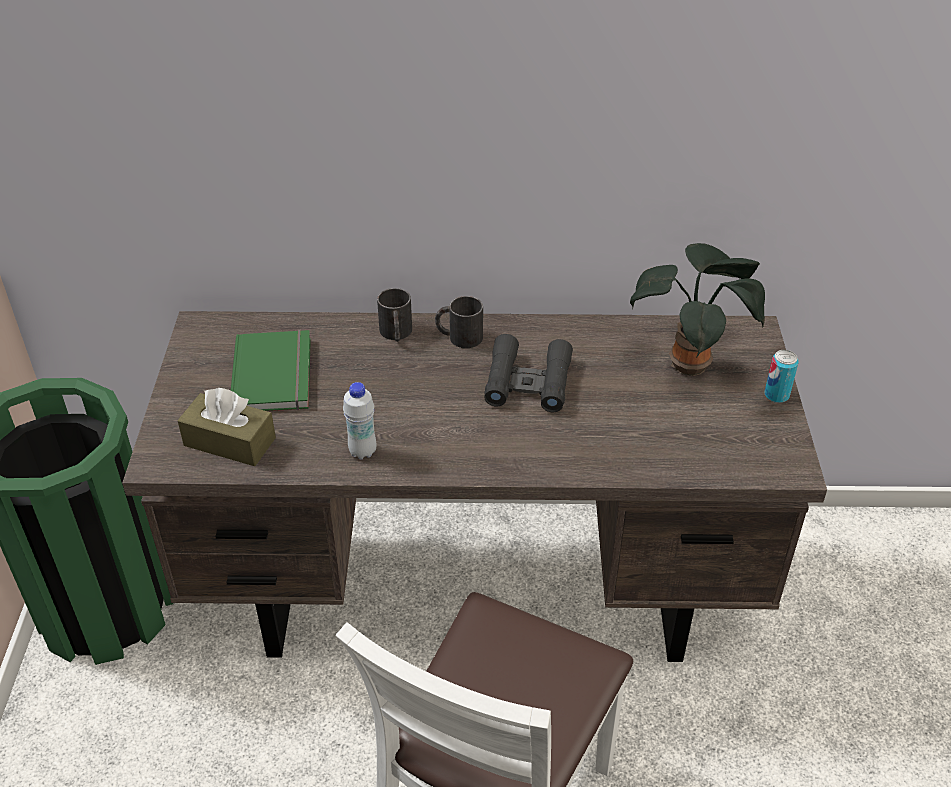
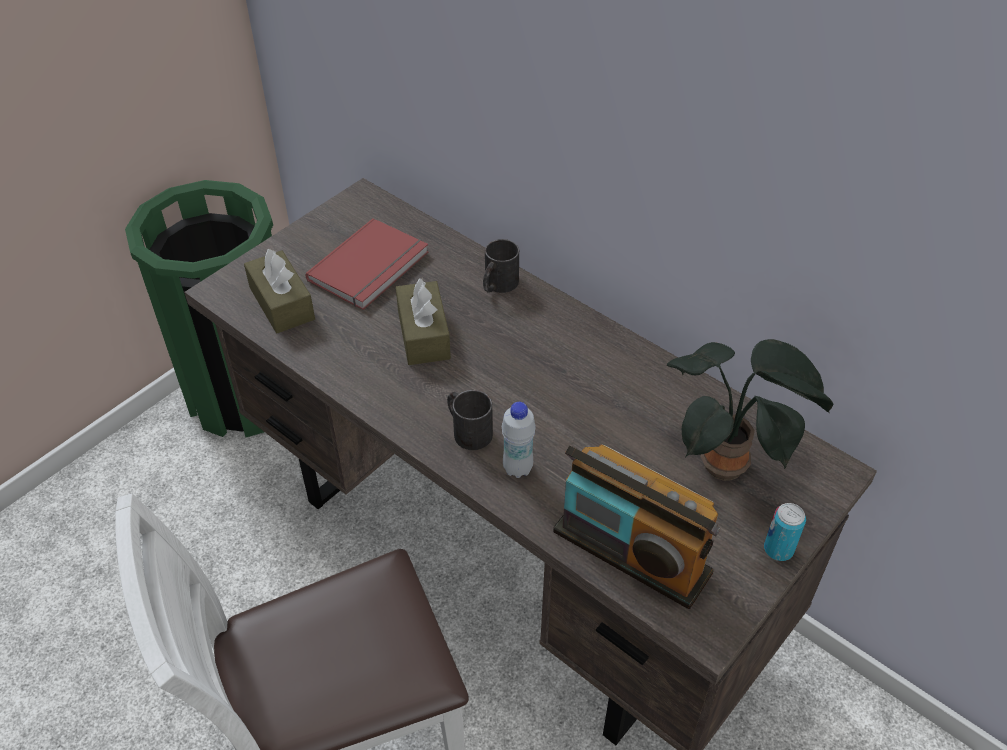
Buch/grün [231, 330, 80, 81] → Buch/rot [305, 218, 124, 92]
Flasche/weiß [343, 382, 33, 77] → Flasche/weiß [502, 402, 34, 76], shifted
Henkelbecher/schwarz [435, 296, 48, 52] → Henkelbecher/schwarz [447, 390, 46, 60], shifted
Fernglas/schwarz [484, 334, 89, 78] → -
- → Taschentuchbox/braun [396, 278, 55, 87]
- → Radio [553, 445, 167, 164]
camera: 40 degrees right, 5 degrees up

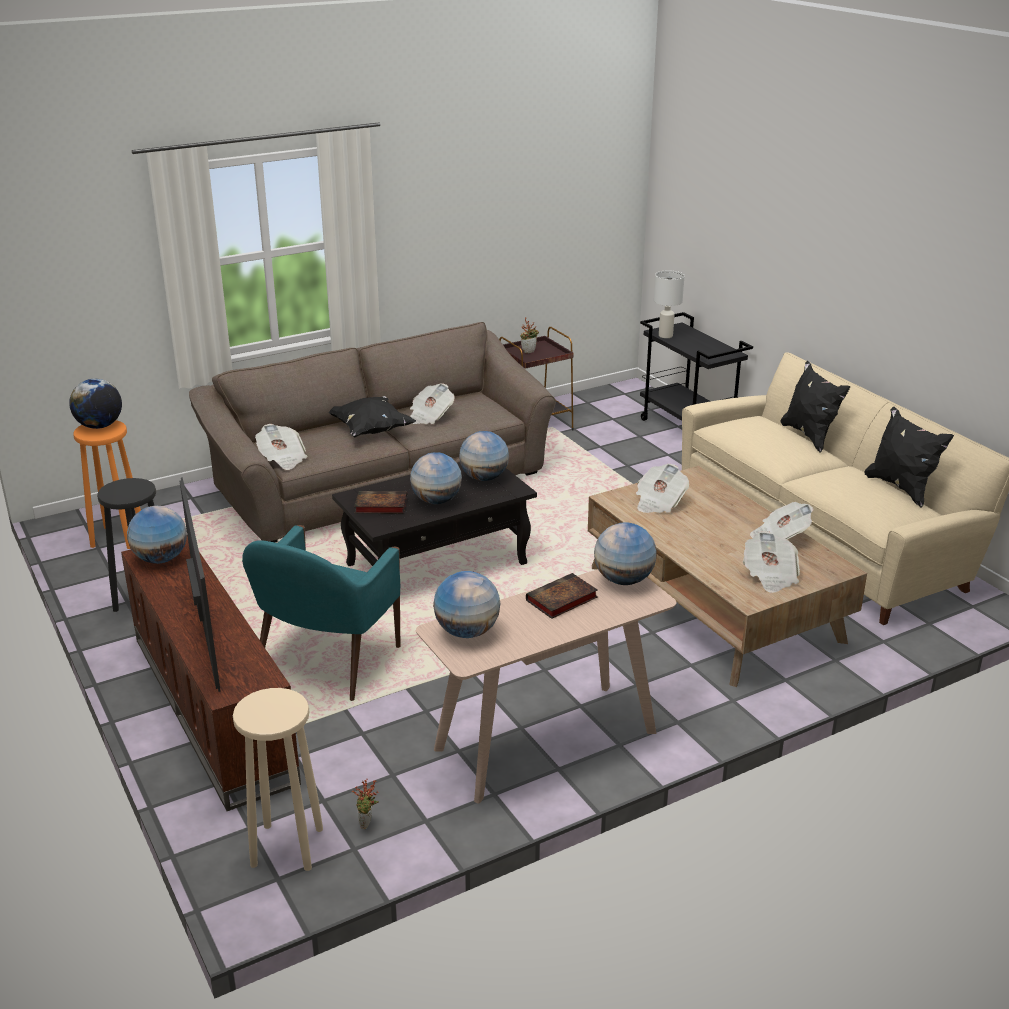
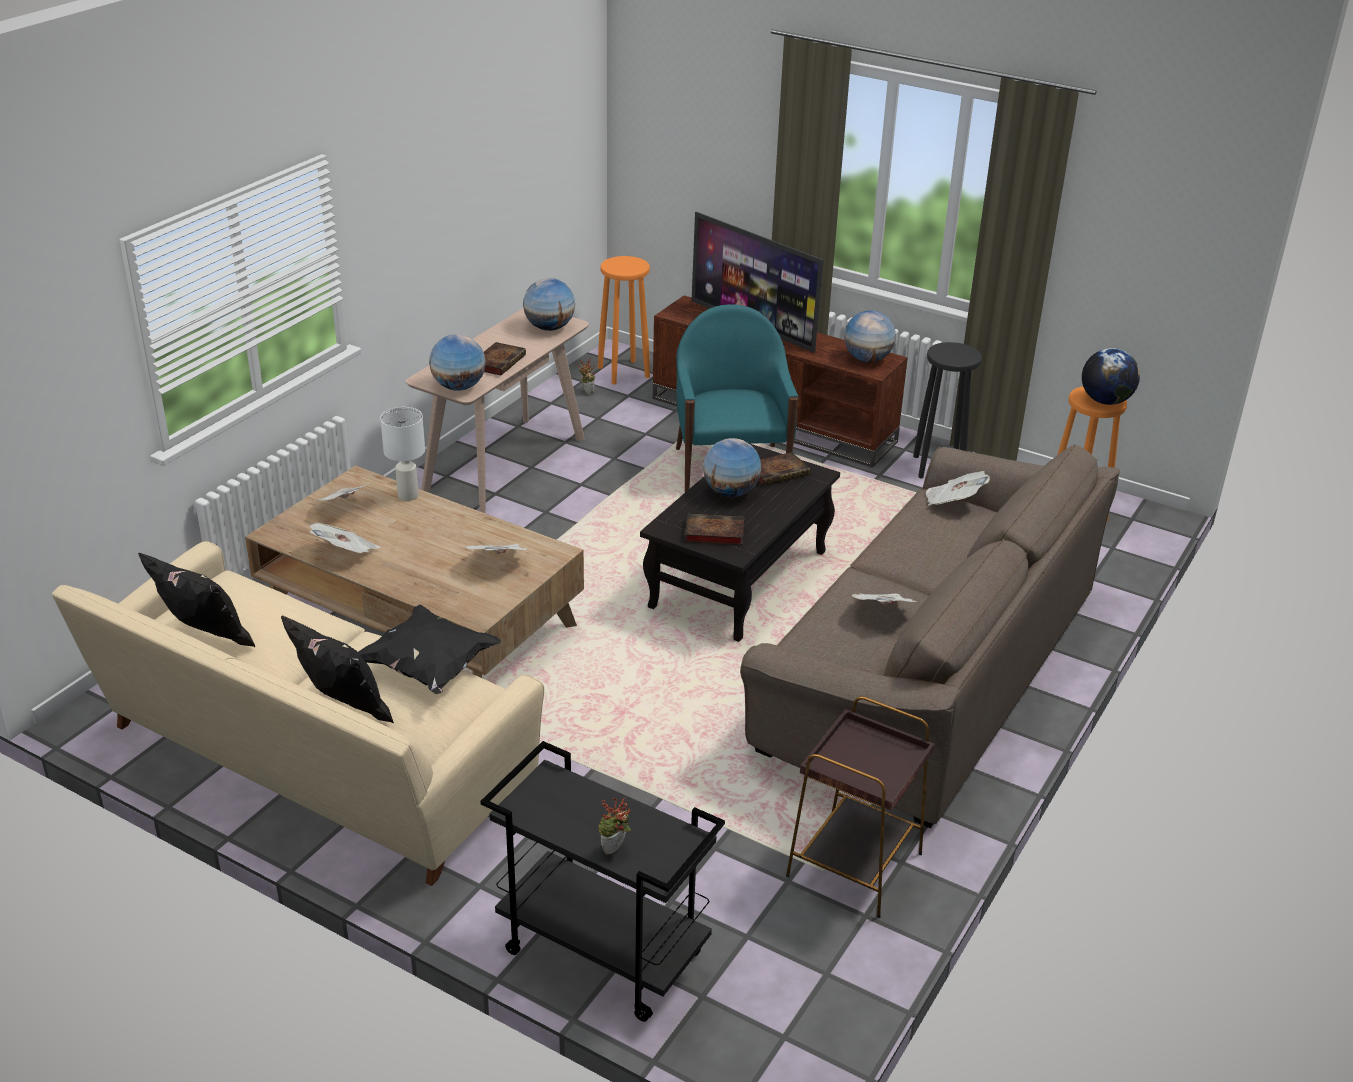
Hocker/beige [233, 688, 90, 183] → Hocker/orange [598, 256, 52, 129]
Kissen/schwarz [329, 396, 87, 41] → Kissen/schwarz [358, 604, 143, 90], shifted
Globus [459, 431, 50, 50] → Buch [685, 514, 60, 31]
Topfpflanze [520, 317, 19, 36] → Topfpflanze [598, 797, 33, 58], shifted
Tischlampe/weiß [654, 270, 30, 68] → Tischlampe/weiß [380, 407, 45, 94], shifted
camera: 150 degrees right, 5 degrees up

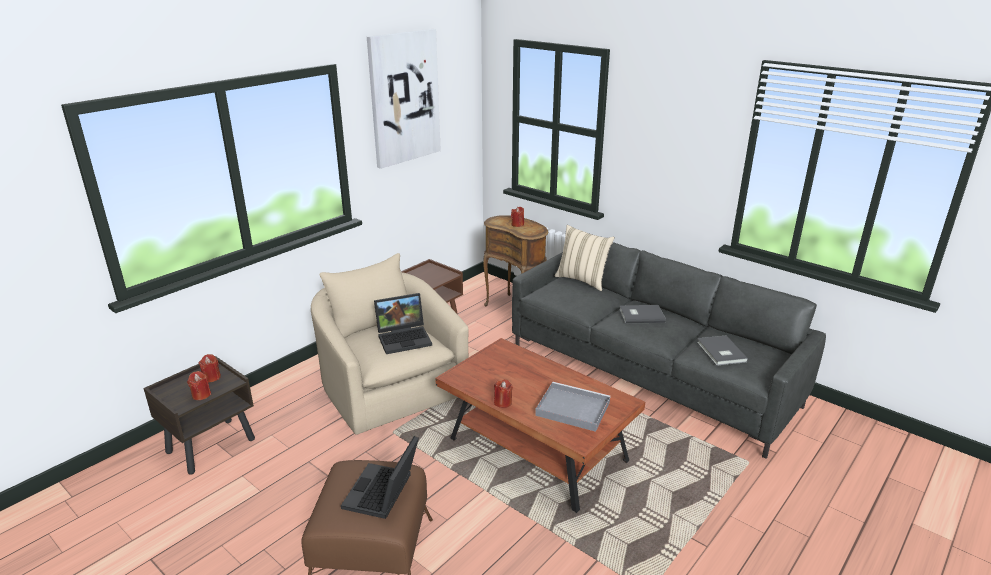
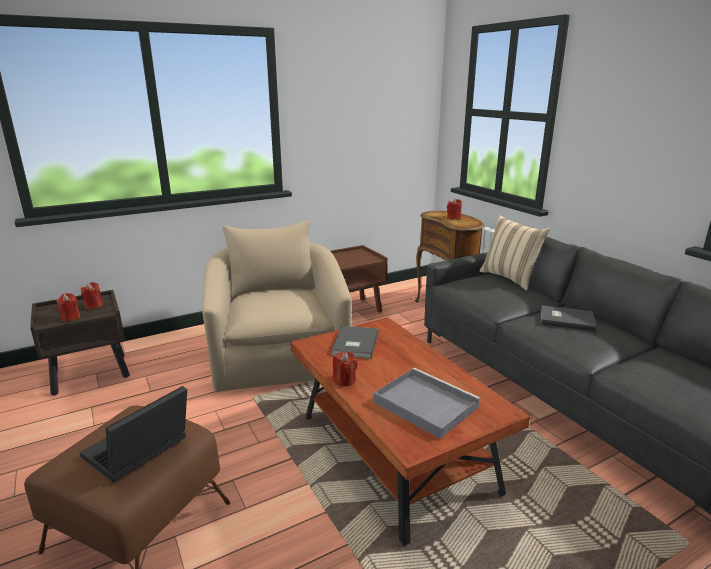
Bild [367, 29, 74, 140] → -
Laptop [374, 293, 58, 61] → -
Buch/grau [697, 335, 51, 31] → Buch/grau [331, 326, 48, 33], shifted
camera: 20 degrees right, 5 degrees down

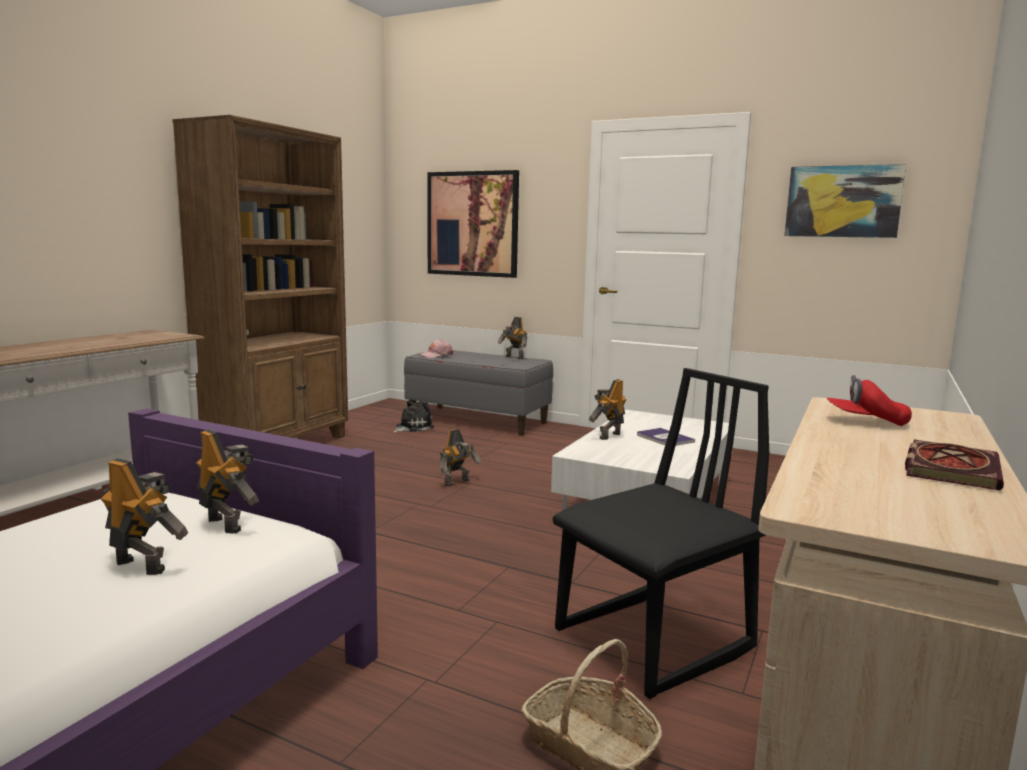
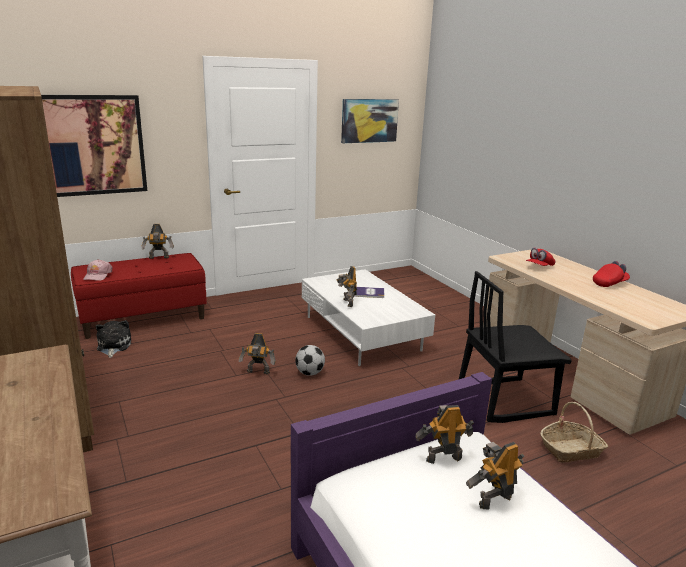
Bank/grau [404, 350, 149, 86] → Bank/rot [71, 253, 136, 86]
Spielzeugroboter [440, 429, 41, 57] → Spielzeugroboter [239, 333, 37, 41], 105 degrees clockwise
Stuhl/schwarz [553, 368, 216, 331] → Stuhl/schwarz [459, 271, 113, 152], 105 degrees counterclockwise
Buch [905, 440, 99, 50] → Kappe/rot [593, 261, 37, 26]
- → Fußball [295, 345, 30, 31]
camera: 55 degrees left, 10 degrees up

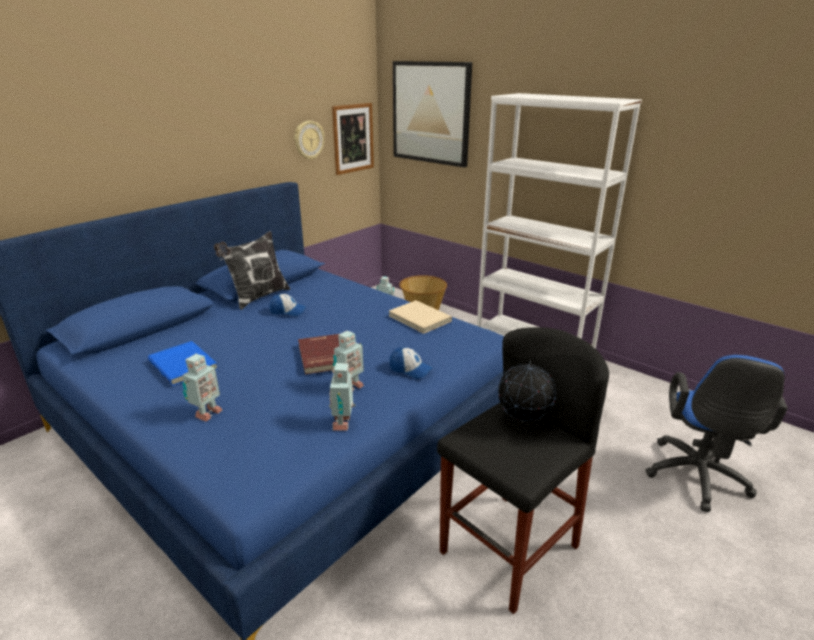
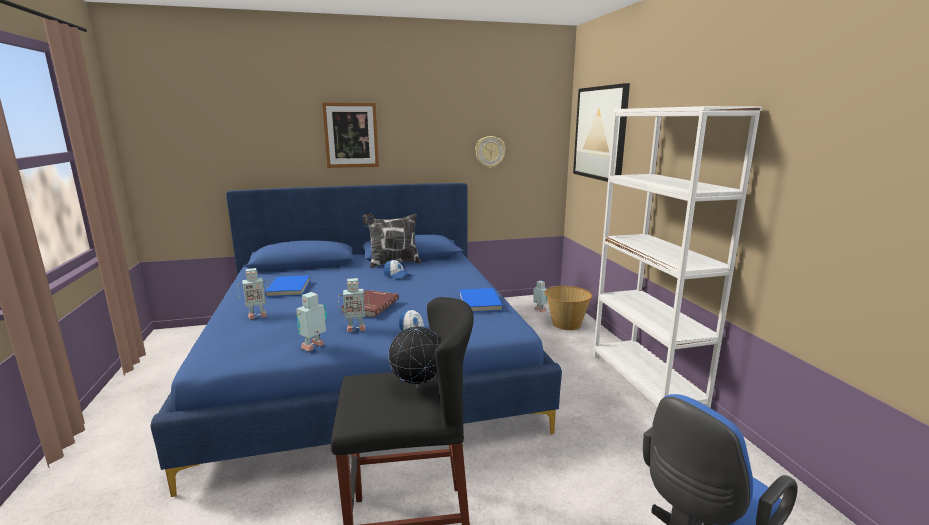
Bild [332, 103, 42, 72] → Bild [322, 102, 57, 66], shifted
Buch/beige [389, 300, 63, 34] → Buch/blau [459, 288, 44, 24]
camera: 35 degrees right, 10 degrees down

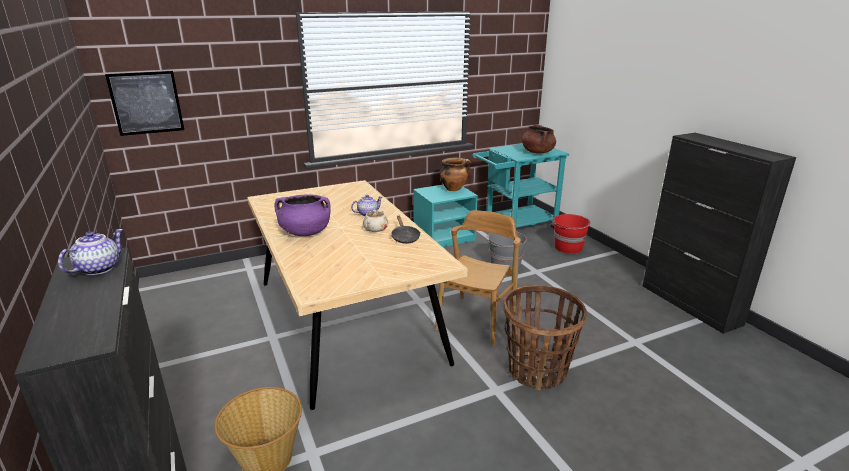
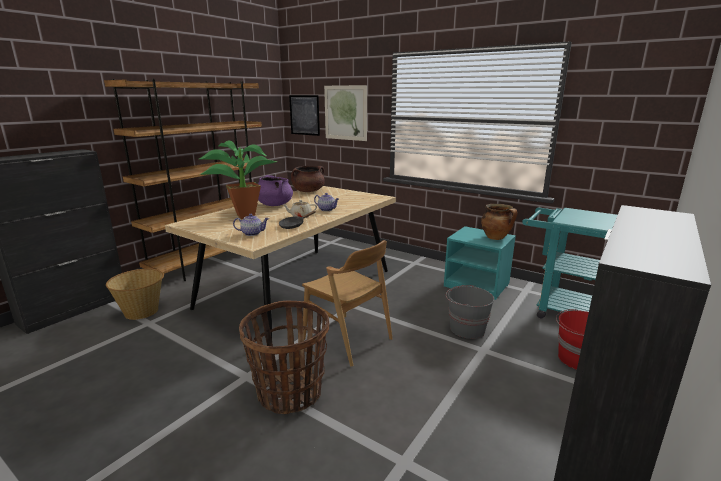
Teekanne [58, 229, 65, 46] → Teekanne [233, 214, 36, 22], shifted
Stuhl/braun [435, 210, 86, 136] → Stuhl/braun [302, 240, 90, 127], 45 degrees clockwise
Kochtopf/braun [522, 124, 34, 30] → Kochtopf/braun [291, 166, 34, 26], shifted
- → Bücherregal/braun [104, 79, 158, 202]
- → Topfpflanze [199, 140, 79, 79]
- → Bild [324, 85, 43, 56]
camera: 60 degrees right, 5 degrees down

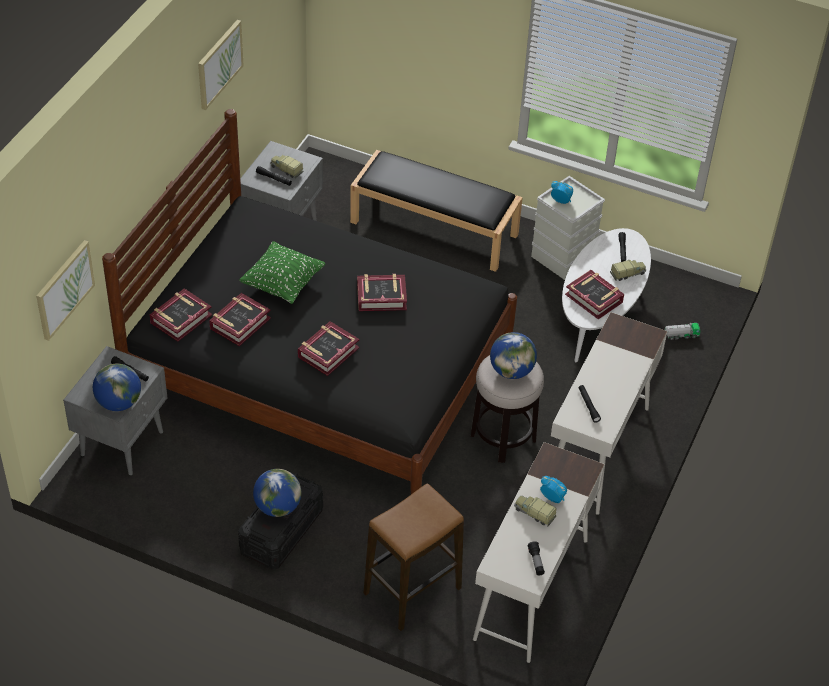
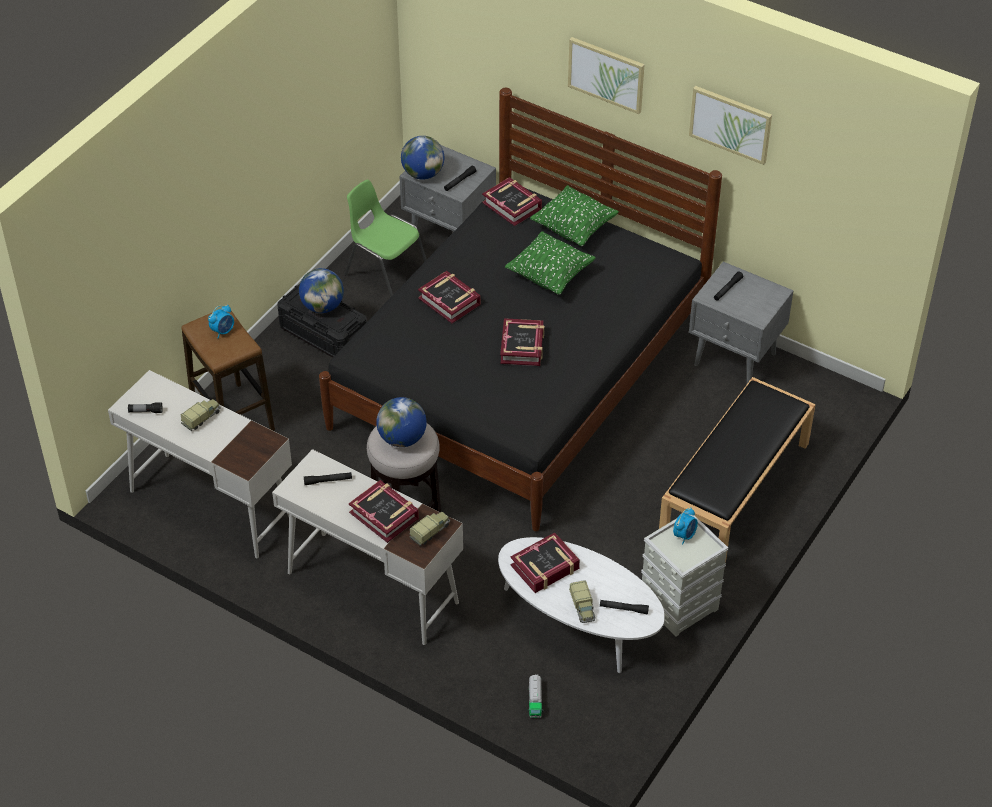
Bild [36, 240, 59, 101] → Bild [568, 37, 77, 77], shifted
Buch [209, 293, 62, 53] → Buch [349, 480, 70, 63], shifted
Spielzeuglaster [270, 155, 33, 23] → Spielzeuglaster [409, 512, 41, 34], shifted
Wecker [540, 476, 27, 27] → Wecker [208, 305, 26, 33], shifted
- → Stuhl/grün [345, 180, 82, 117]
- → Kissen/grün [530, 185, 89, 61]
camera: 100 degrees right, 0 degrees up

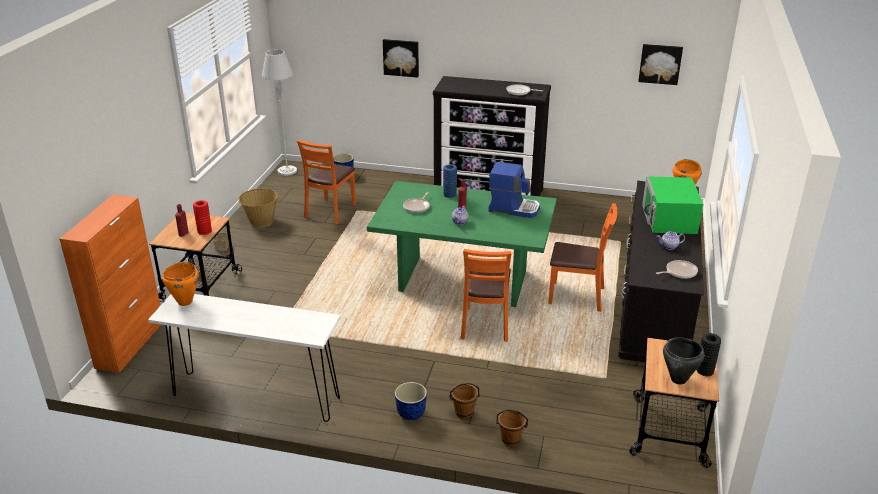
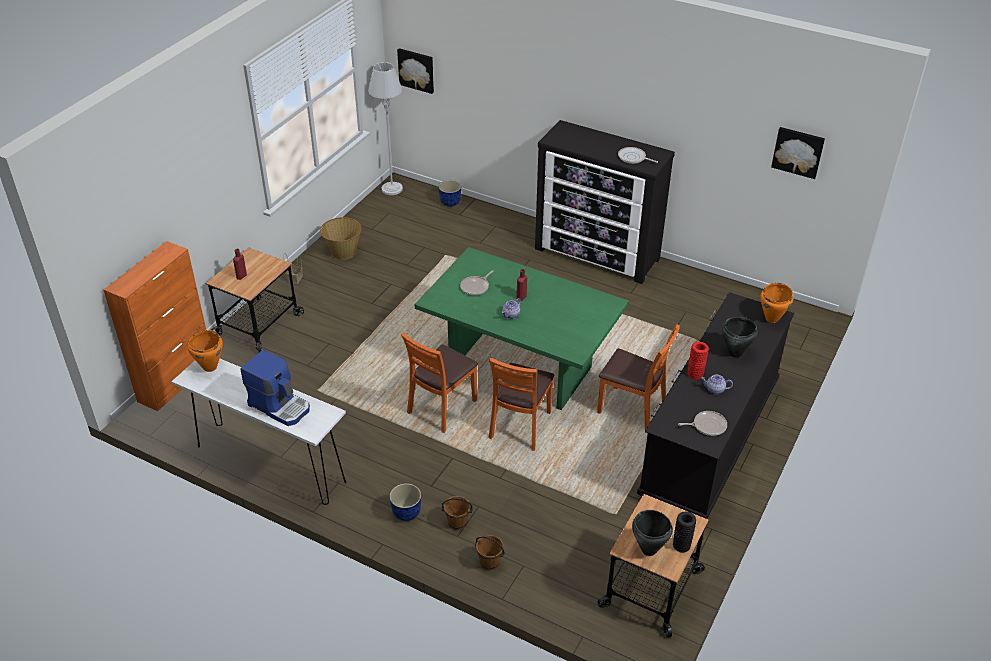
Vase/rot [193, 200, 19, 35] → Vase/rot [687, 342, 22, 37], shifted
Stuhl/orange [297, 140, 59, 84] → Stuhl/orange [401, 332, 77, 101], shifted
Bild [383, 39, 36, 39] → Bild [397, 48, 37, 46], shifted
Vase/blau [443, 164, 14, 34] → -
Kaffeemaschine [488, 162, 52, 56] → Kaffeemaschine [240, 349, 70, 77], shifted
Mikrowelle/grün [642, 176, 61, 58] → Kochtopf/schwarz [722, 317, 36, 40]
camera: 15 degrees right, 10 degrees up

